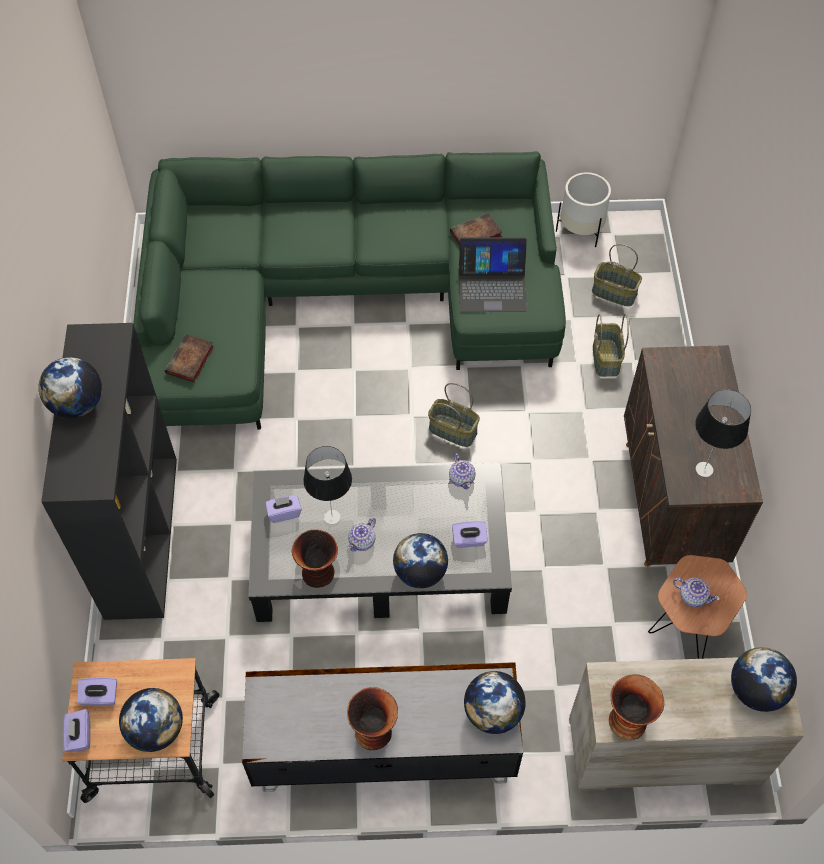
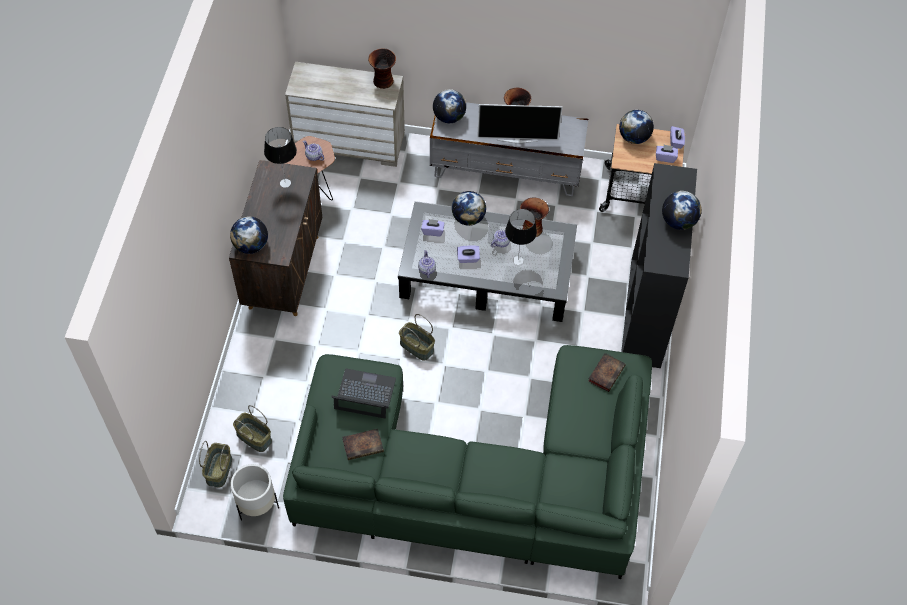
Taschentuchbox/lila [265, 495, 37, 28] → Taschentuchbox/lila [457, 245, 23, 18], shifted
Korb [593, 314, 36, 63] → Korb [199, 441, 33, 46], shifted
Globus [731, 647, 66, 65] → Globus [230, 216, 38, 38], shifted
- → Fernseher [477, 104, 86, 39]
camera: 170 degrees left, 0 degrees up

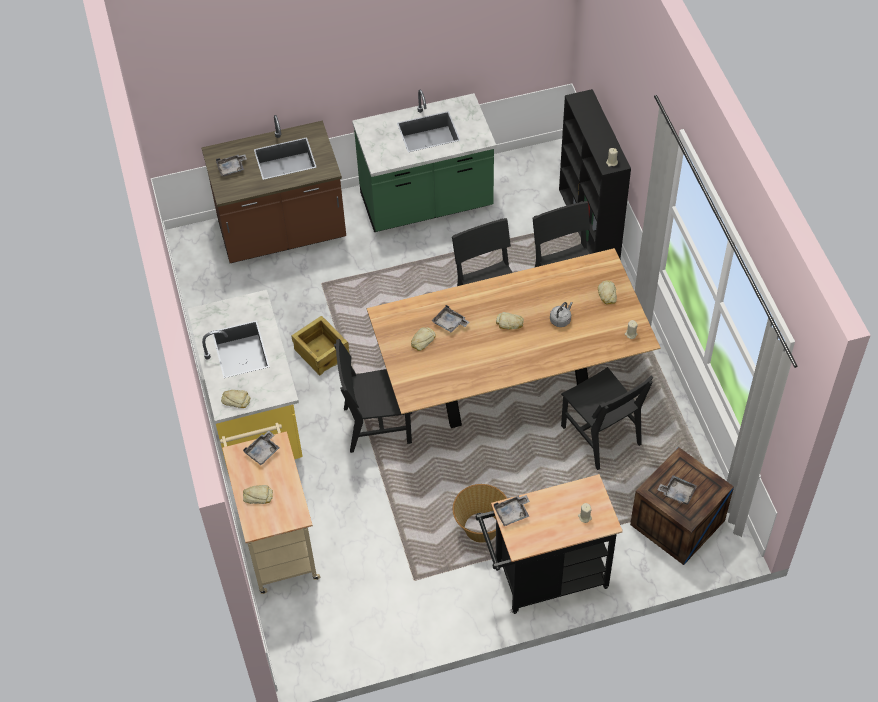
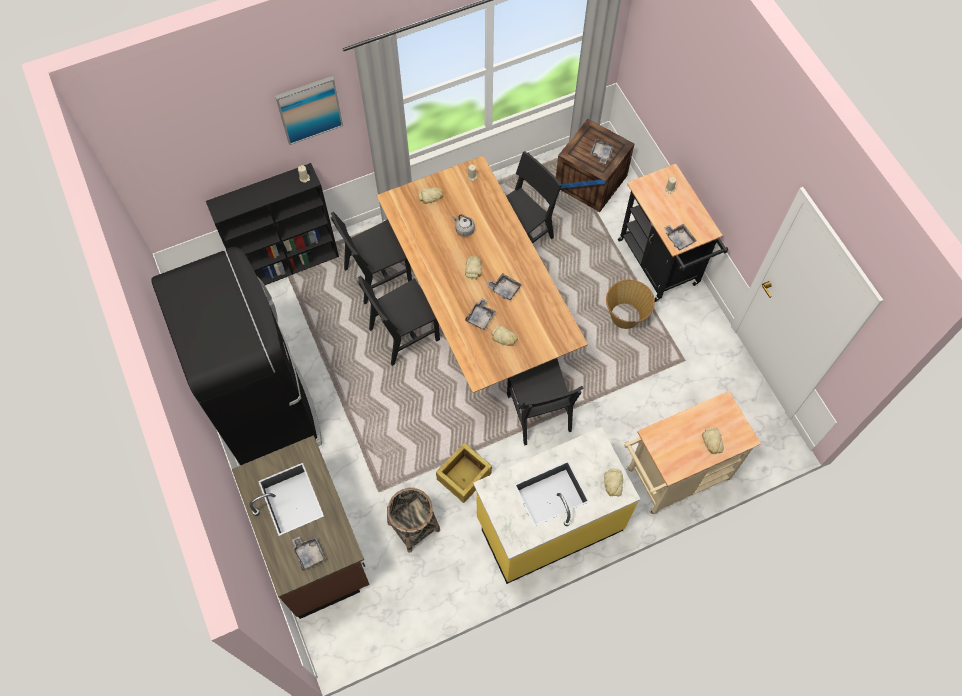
Tablett/grau [243, 431, 37, 34] → Tablett/grau [487, 273, 35, 28], shifted
Küchenzeile/grün [352, 90, 144, 142] → Kühlschrank/schwarz [151, 247, 171, 218]
- → Bild [275, 76, 68, 69]
- → Korb [387, 488, 53, 65]
camera: 100 degrees left, 10 degrees up

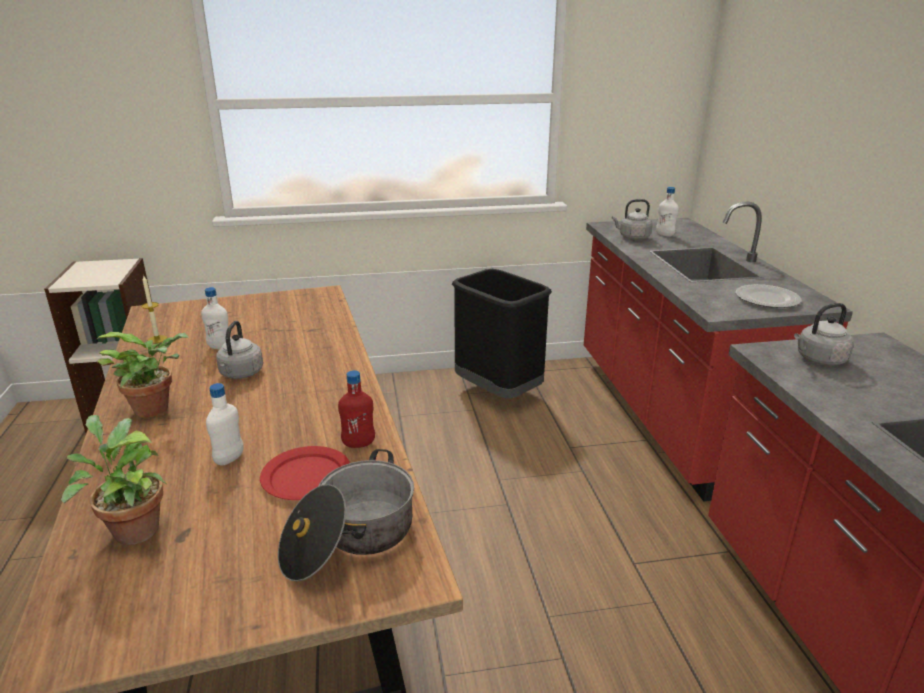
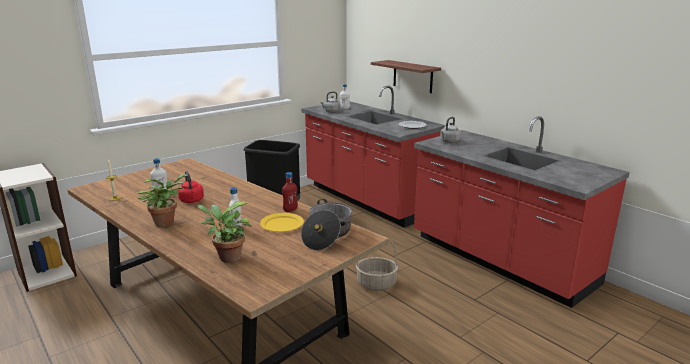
Wasserkessel/grau [216, 321, 47, 58] → Wasserkessel/rot [178, 171, 26, 32]
Teller/rot [260, 446, 90, 54] → Teller/gelb [260, 213, 44, 19]
- → Korb [356, 236, 42, 55]
- → Wandregal [371, 60, 70, 33]
camera: 30 degrees left, 5 degrees down

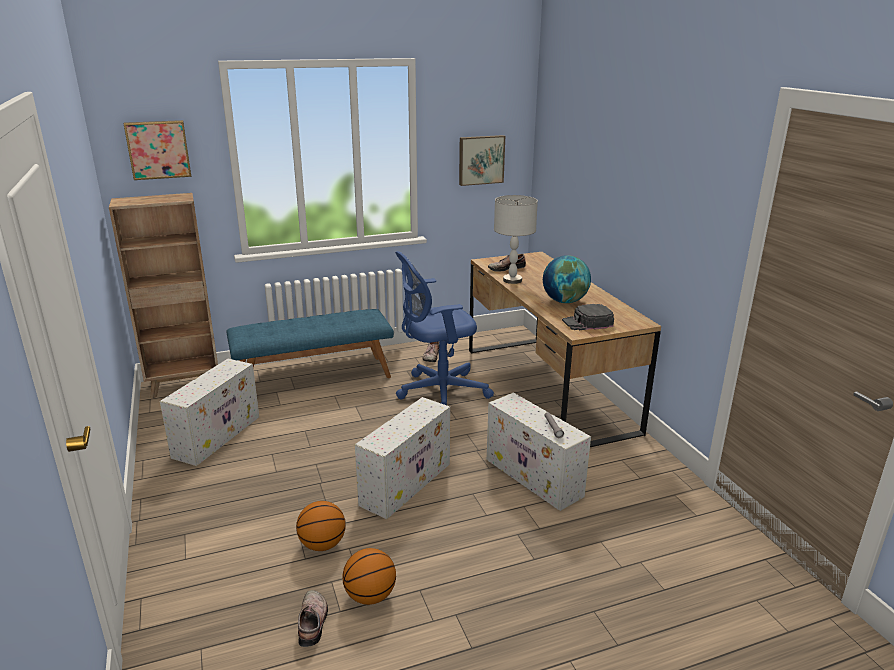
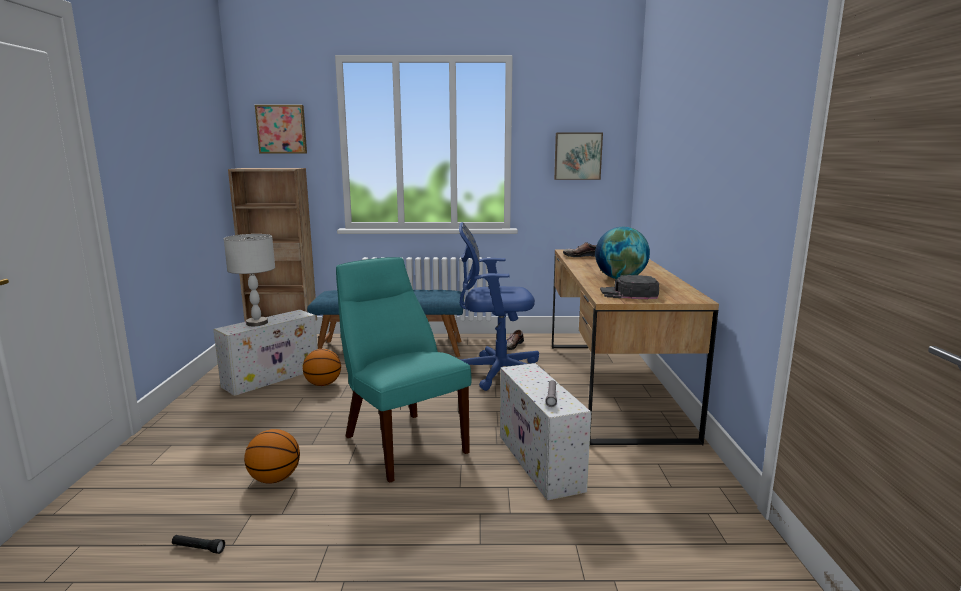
Schuh [298, 590, 30, 57] → Taschenlampe/schwarz [172, 535, 53, 19]
Basketball [342, 548, 54, 57] → Basketball [303, 349, 38, 37], shifted
Aufbewahrungsbox/weiß [355, 397, 95, 122] → Stuhl/türkis [336, 257, 136, 226]
Tischlampe/grau [494, 195, 44, 89] → Tischlampe/grau [224, 234, 51, 92], shifted
camera: 20 degrees right, 10 degrees down

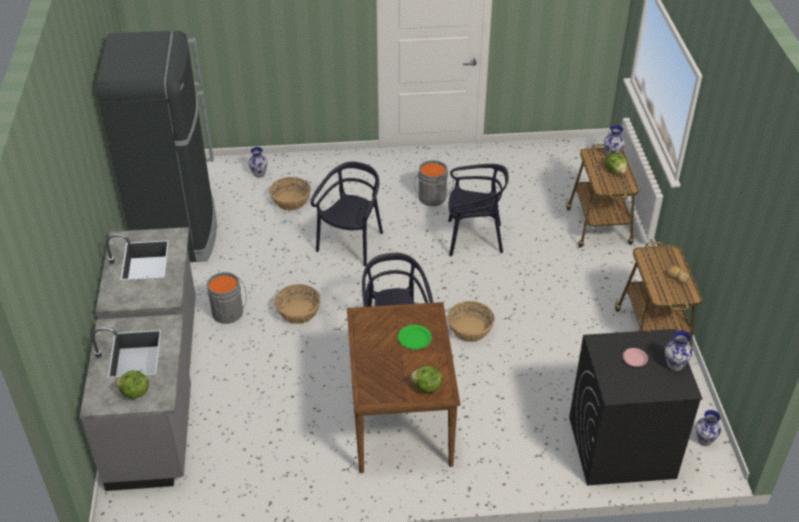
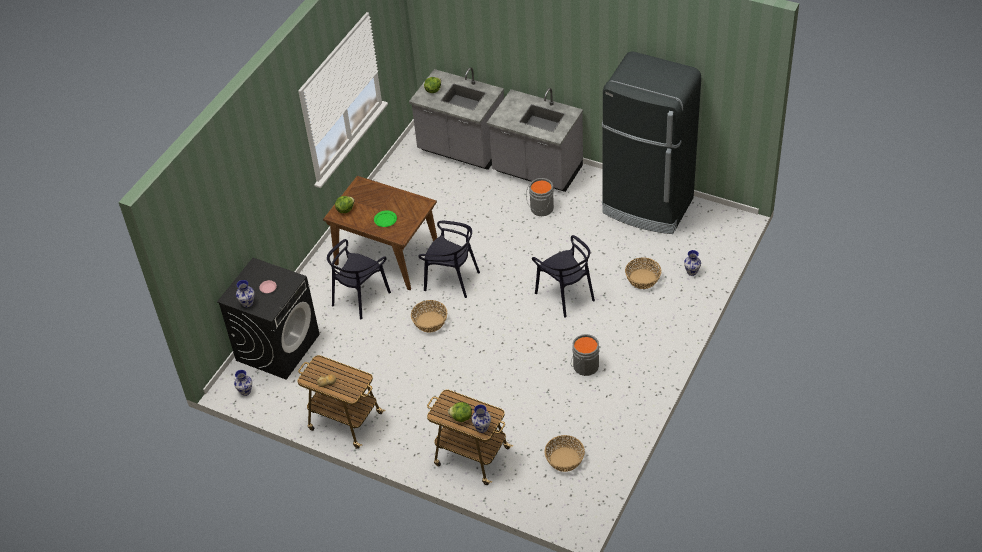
Korb [274, 284, 47, 40] → Korb [544, 435, 41, 37], shifted
Stuhl/schwarz [448, 164, 61, 92] → Stuhl/schwarz [327, 239, 64, 80], shifted
camera: 125 degrees right, 5 degrees up

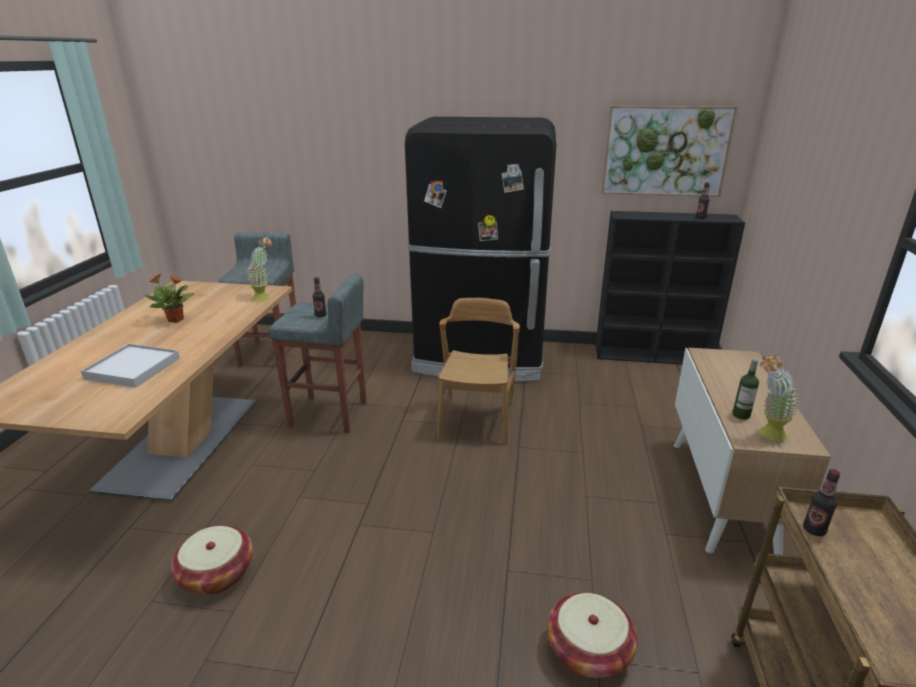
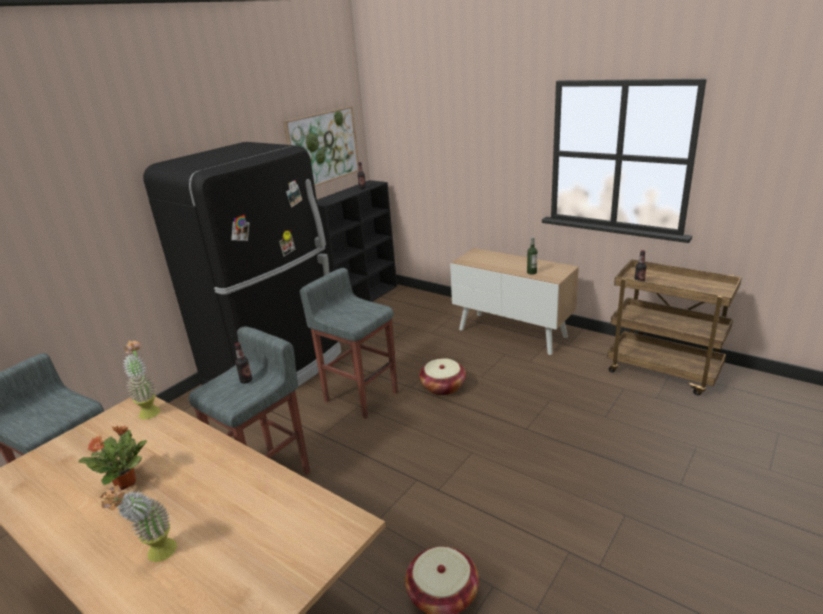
Tablett/weiß [81, 344, 99, 44] → -
Stuhl/braun [437, 298, 83, 147] → Hocker/grau [300, 268, 98, 151]
Korb [547, 592, 91, 86] → Korb [419, 358, 47, 38], shifted
Topfpflanze [760, 354, 40, 87] → Topfpflanze [100, 485, 77, 77], shifted
camera: 60 degrees left, 0 degrees up

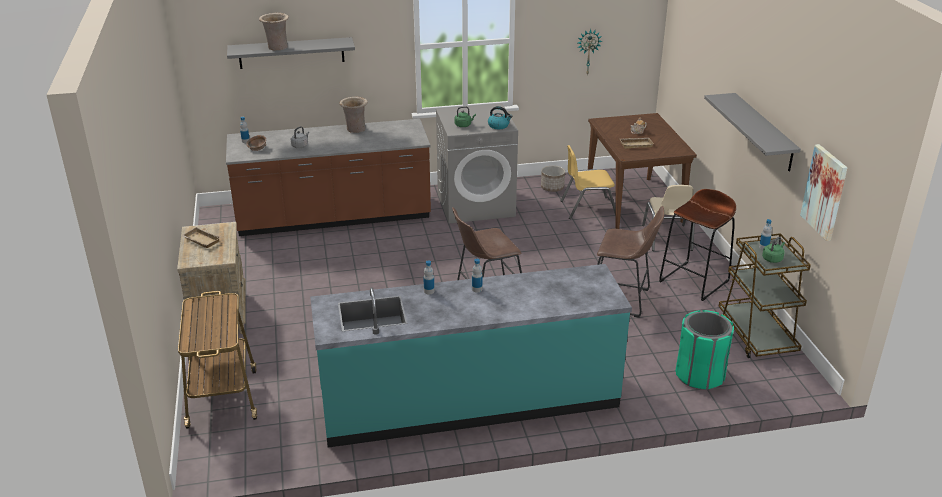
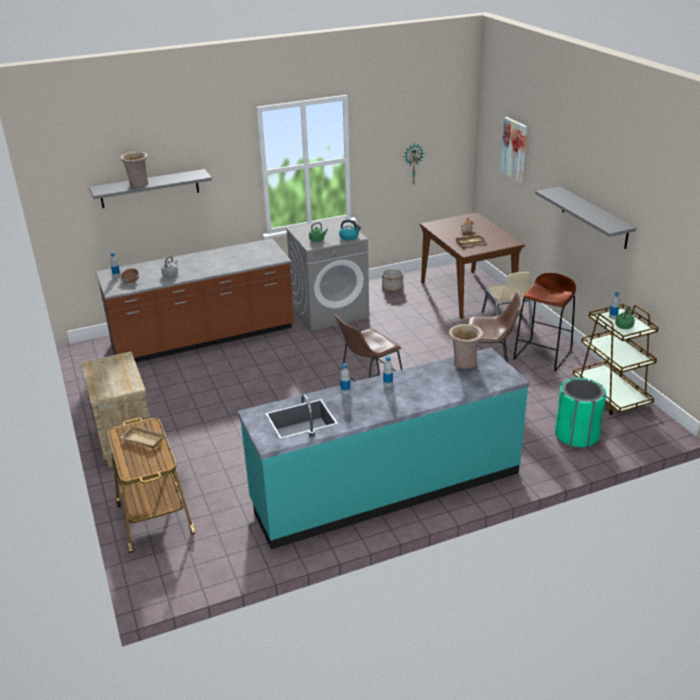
Tablett/beige [181, 227, 39, 21] → Tablett/beige [120, 426, 45, 22], shifted
Vase/beige [339, 97, 29, 36] → Vase/beige [449, 324, 35, 45], shifted
Stuhl/gelb [561, 145, 55, 74] → -
Bild [800, 144, 48, 97] → Bild [500, 117, 27, 66], shifted
camera: 10 degrees left, 0 degrees up

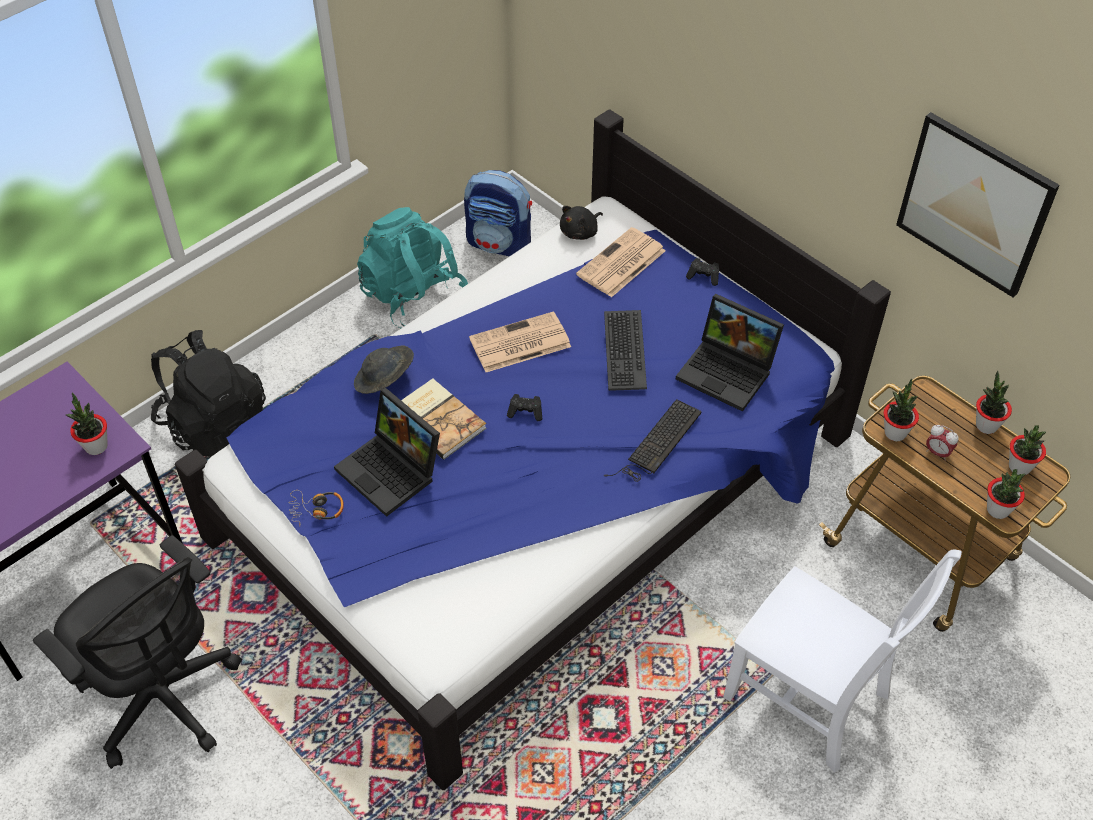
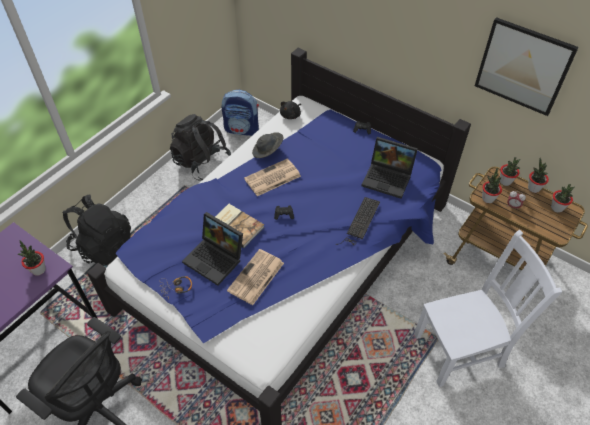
Hut/grau [354, 346, 60, 48] → Hut/grau [252, 132, 32, 26], shifted
Rucksack/türkis [357, 207, 111, 122] → Rucksack/schwarz [170, 114, 61, 66]
Zeitung [576, 227, 90, 71] → Zeitung [227, 249, 57, 56], shifted
Tastatur [604, 310, 43, 81] → -
Stuhl/weiß [723, 550, 239, 223] → Stuhl/weiß [414, 230, 148, 157], 45 degrees counterclockwise
Topfpflanze [987, 469, 38, 50] → Topfpflanze [500, 157, 20, 29], shifted
camera: 10 degrees left, 0 degrees up

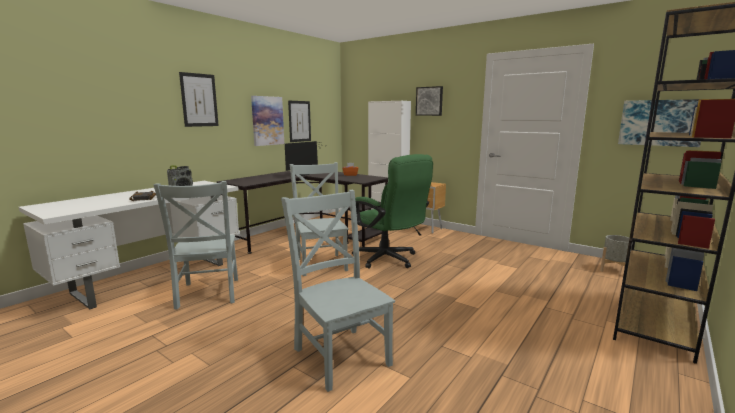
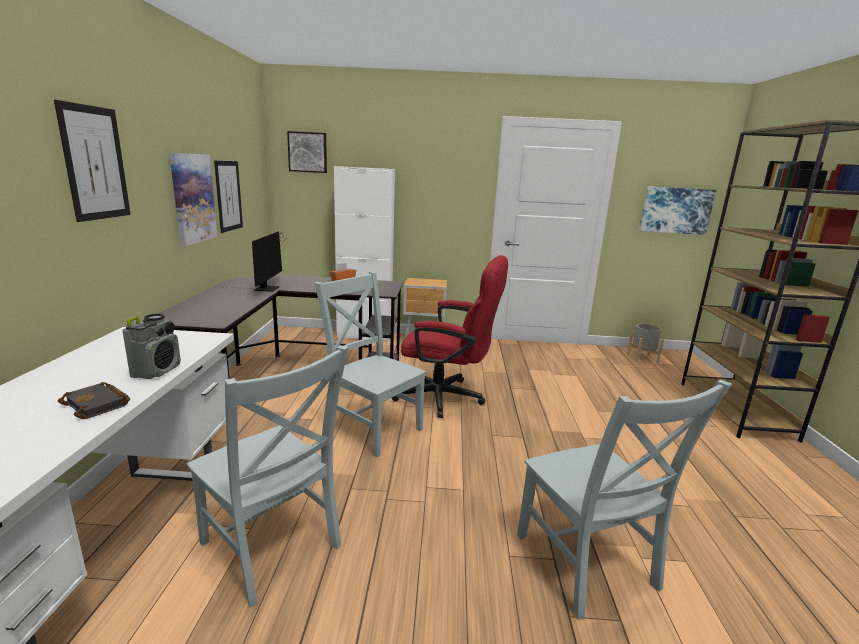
Stuhl/grau [281, 190, 114, 202] → Stuhl/grau [517, 380, 215, 240], 135 degrees counterclockwise
Bürostuhl/grün [352, 154, 81, 115] → Bürostuhl/rot [392, 255, 116, 163]
Bild [416, 86, 27, 30] → Bild [287, 131, 40, 42], shifted
camera: 35 degrees left, 5 degrees up

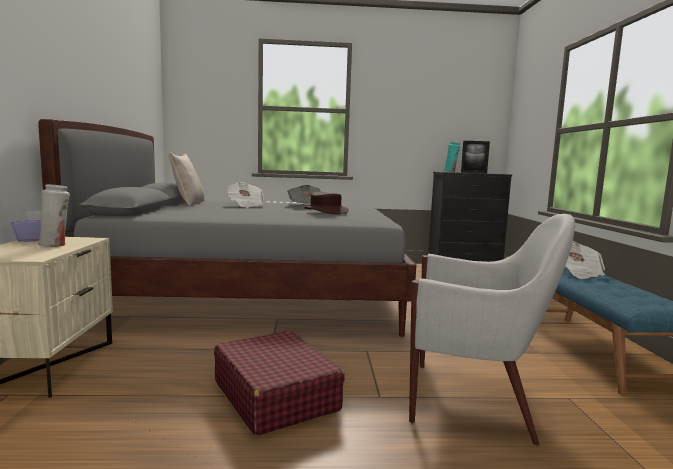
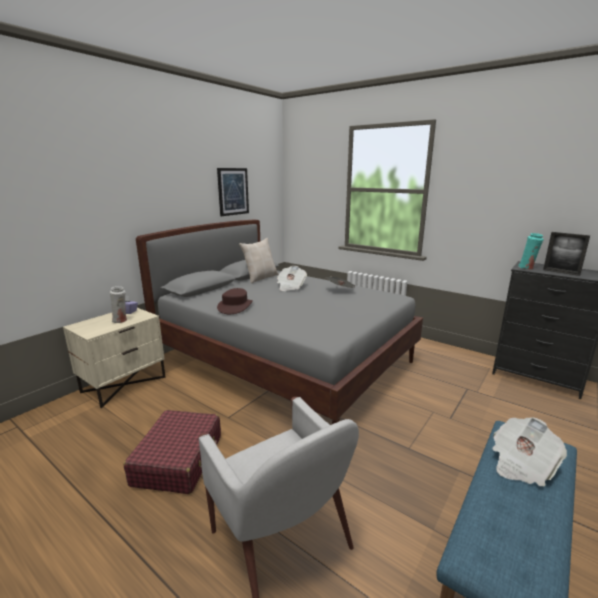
Hut/braun [304, 192, 45, 22] → Hut/braun [217, 288, 36, 26], shifted
- → Bild [217, 168, 32, 48]
camera: 40 degrees right, 10 degrees up

